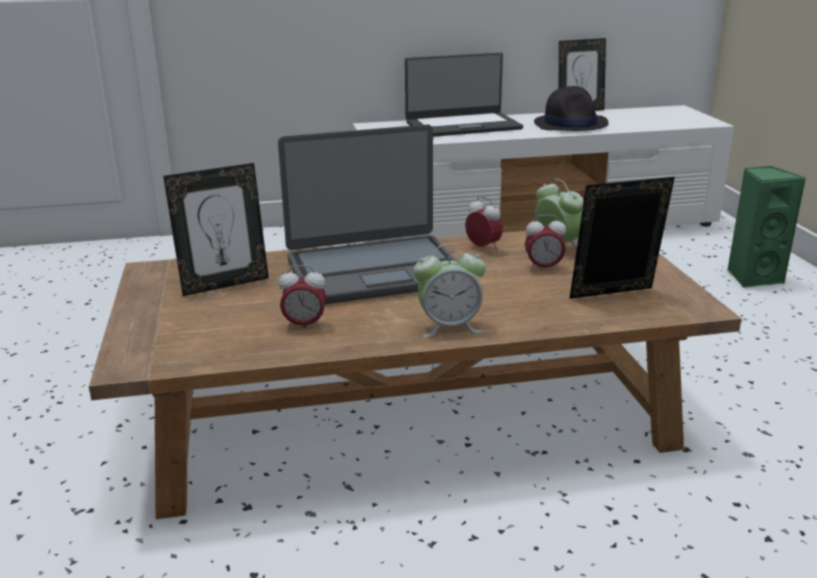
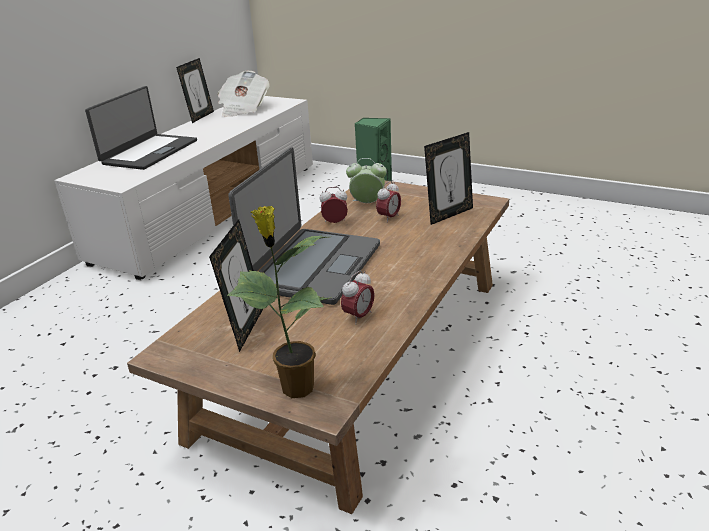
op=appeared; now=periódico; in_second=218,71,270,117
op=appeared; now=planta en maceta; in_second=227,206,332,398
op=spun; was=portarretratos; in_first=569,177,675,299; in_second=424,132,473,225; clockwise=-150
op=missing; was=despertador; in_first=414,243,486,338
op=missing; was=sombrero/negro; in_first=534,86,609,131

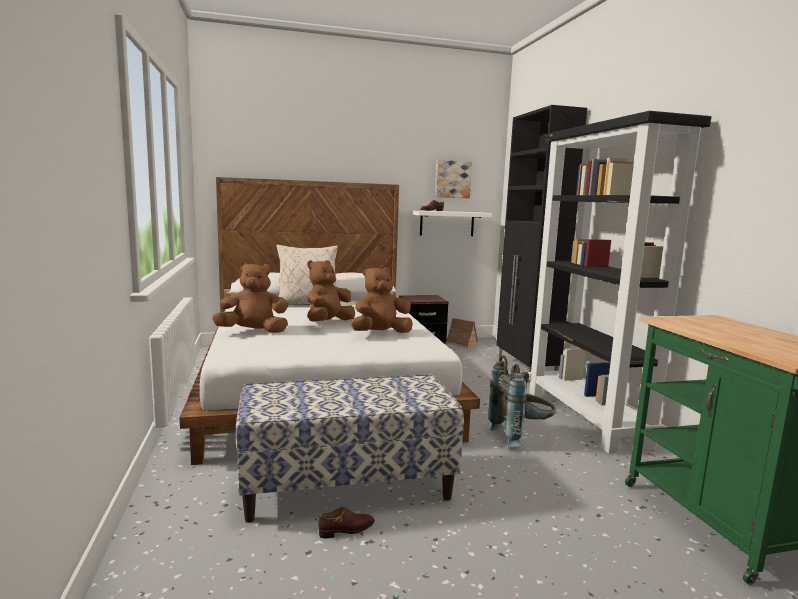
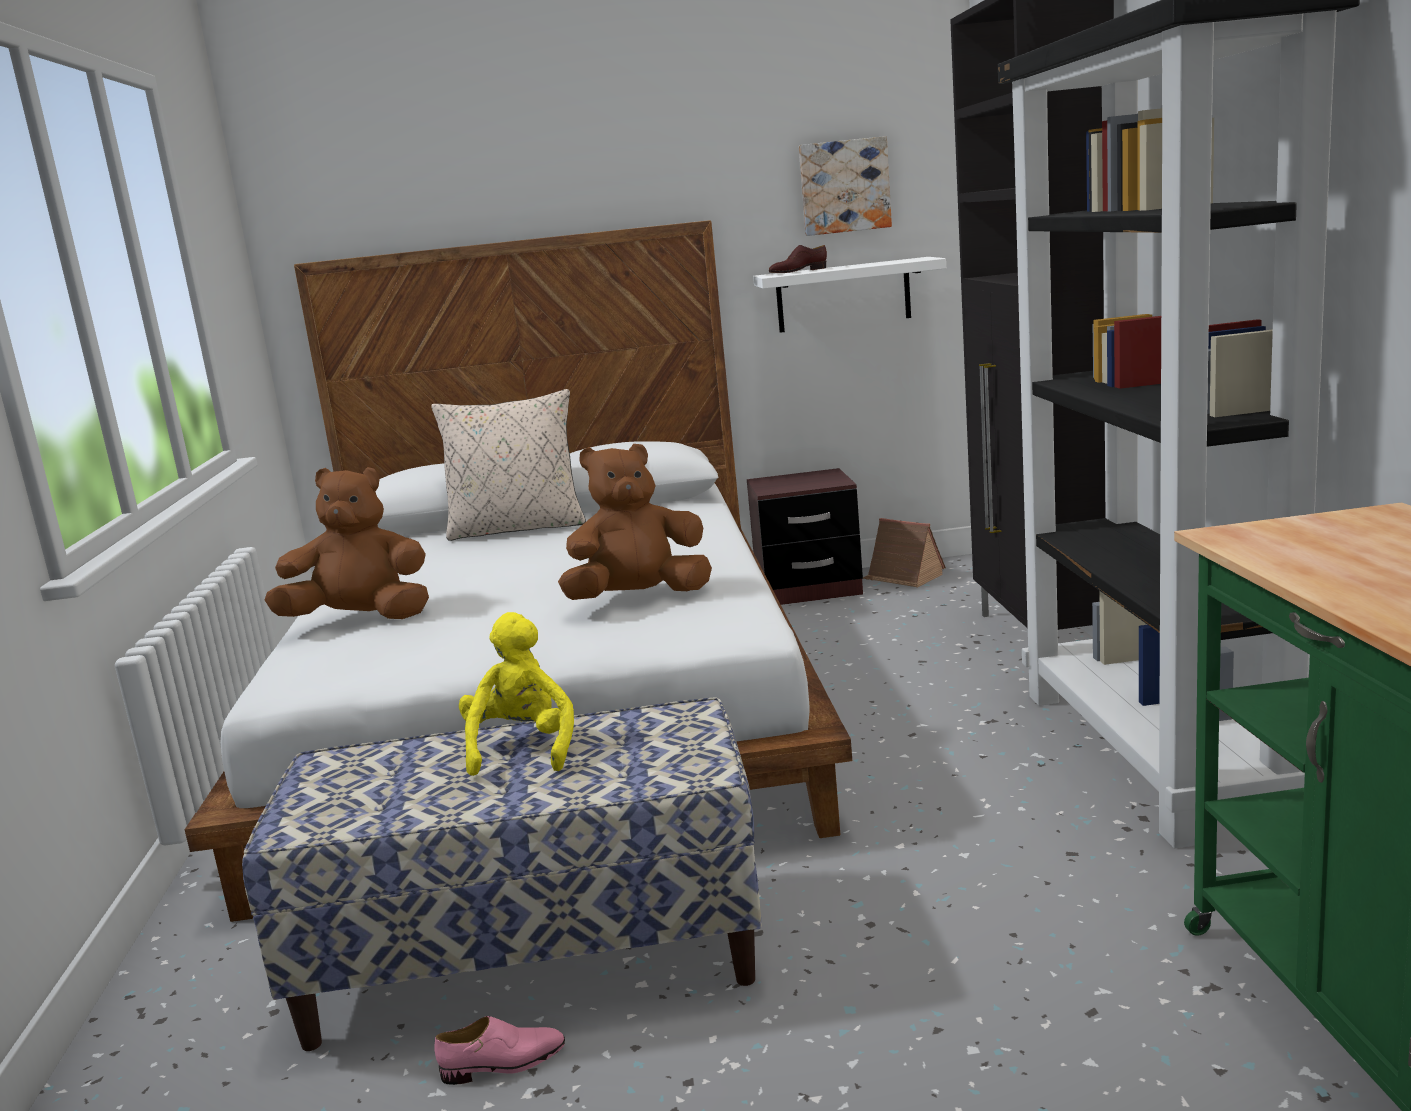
op=colour; was=zapato/marrón; now=zapato/rosa; in_first=318,507,375,538; in_second=435,1016,565,1085
op=appeared; now=peluche/amarillo; in_second=459,612,574,776
op=missing; was=peluche/marrón; in_first=307,260,355,322
op=missing; was=mochila/gris; in_first=488,355,556,447

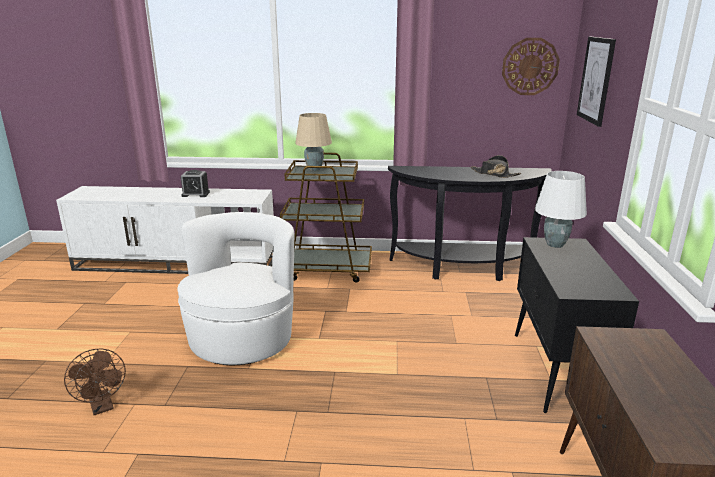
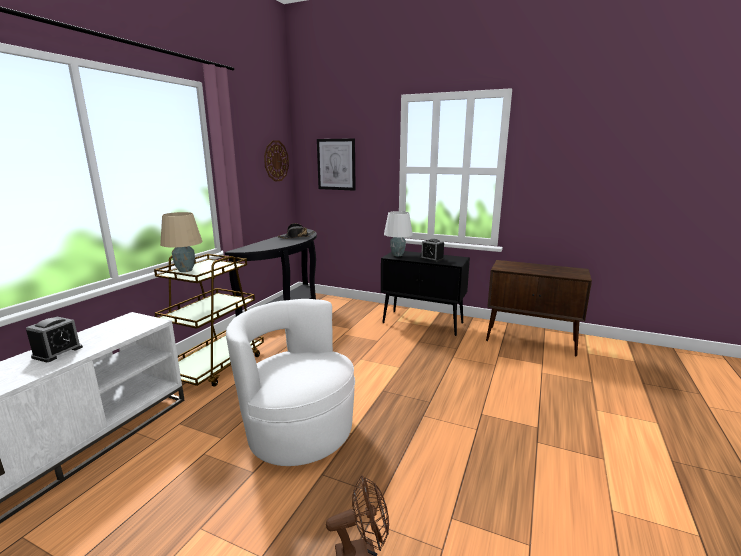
op=appeared; now=despertador; in_second=420,239,444,262

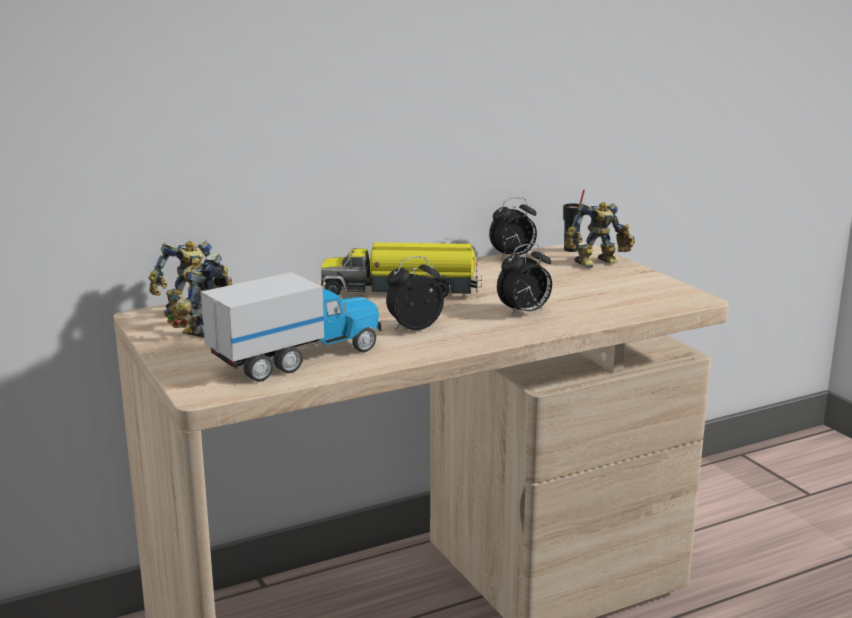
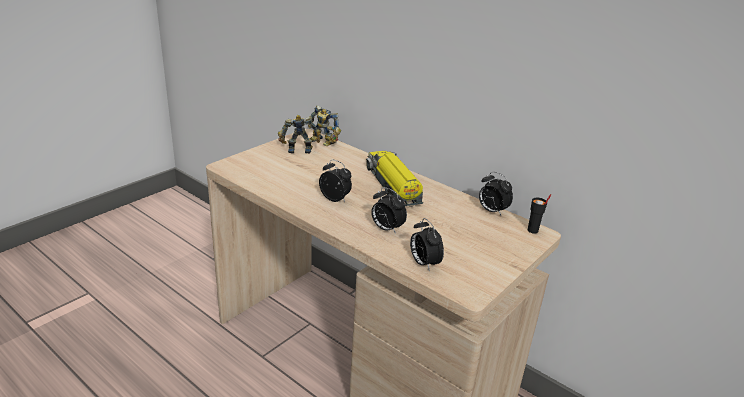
op=appeared; now=despertador; in_second=410,218,444,272
op=missing; was=camión de juguete; in_first=201,272,381,382
op=missing; was=robot de juguete; in_first=565,202,635,268

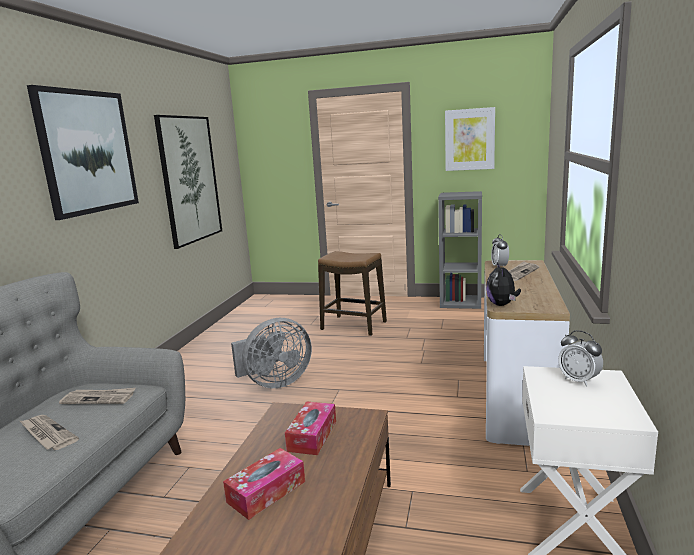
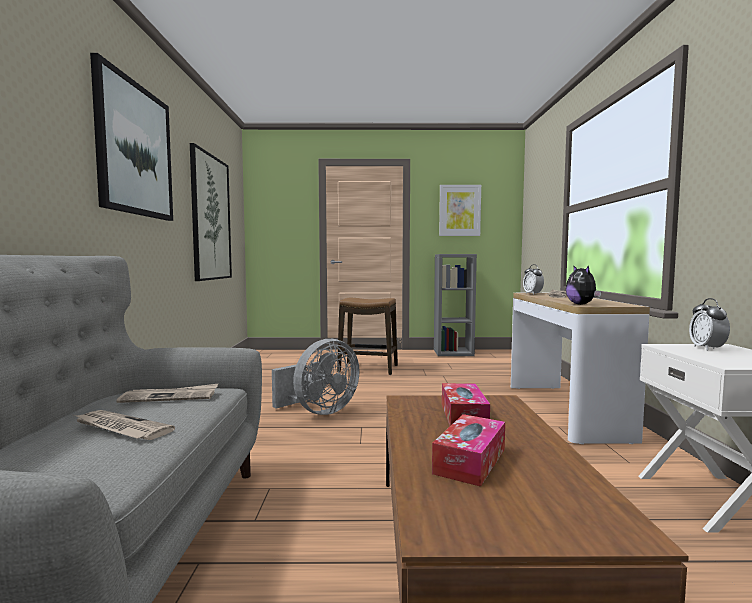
op=spun; was=despertador; in_first=558,330,603,386; in_second=689,298,730,351; clockwise=60

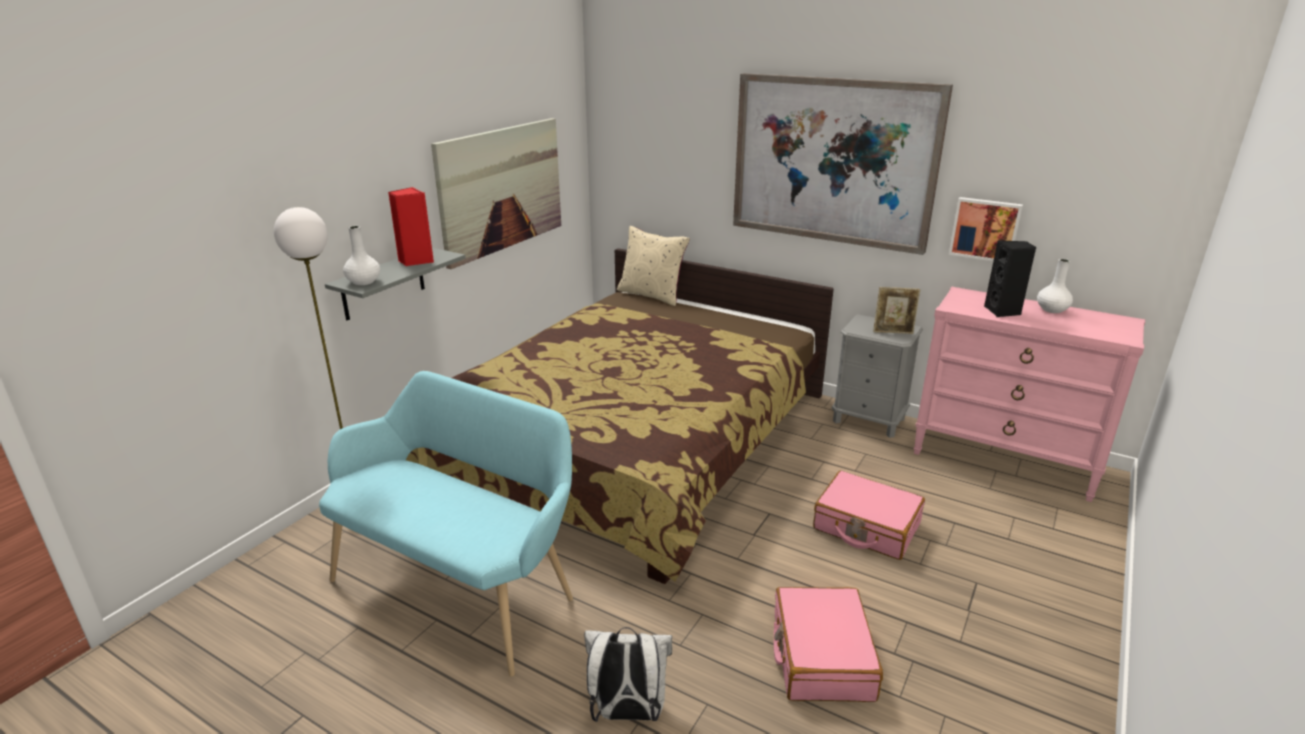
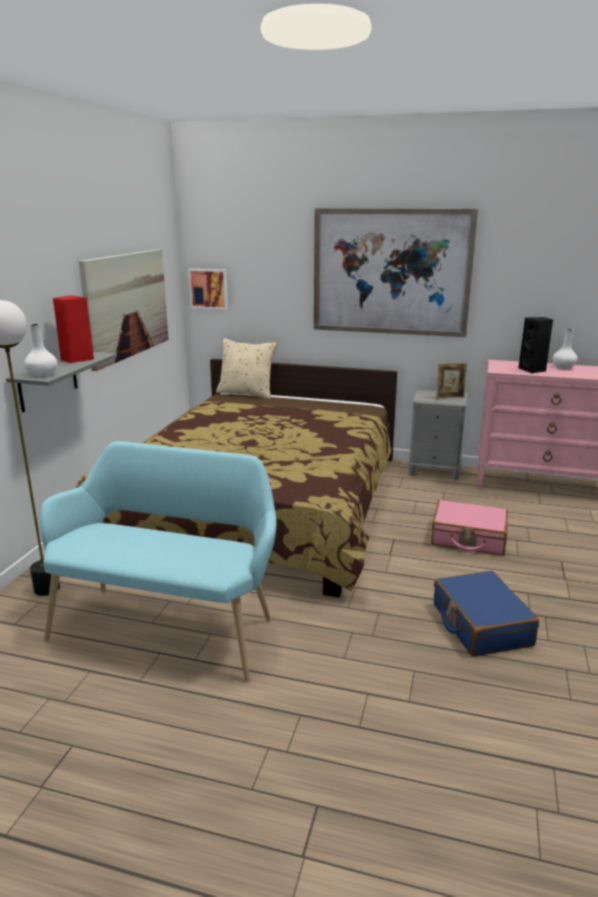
op=relocated; was=cuadro; in_first=949,197,1023,261; in_second=188,269,228,310
op=colour; was=maleta/rosa; now=maleta/azul; in_first=774,587,883,702; in_second=434,571,539,657
op=missing; was=mochila/blanco; in_first=584,627,672,722

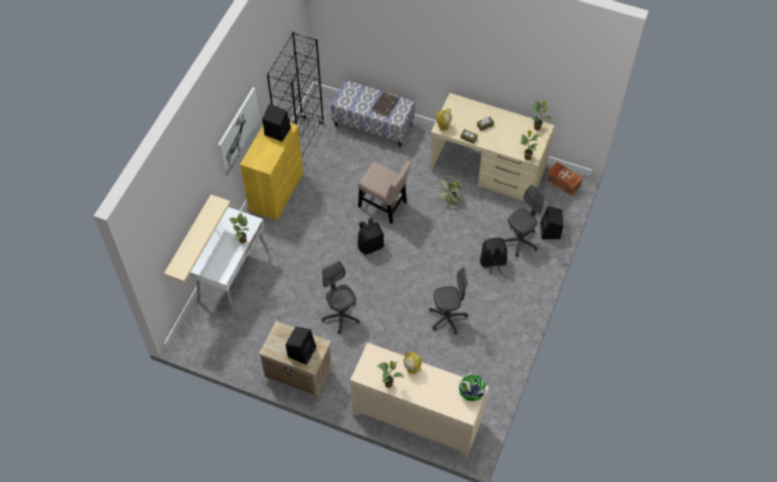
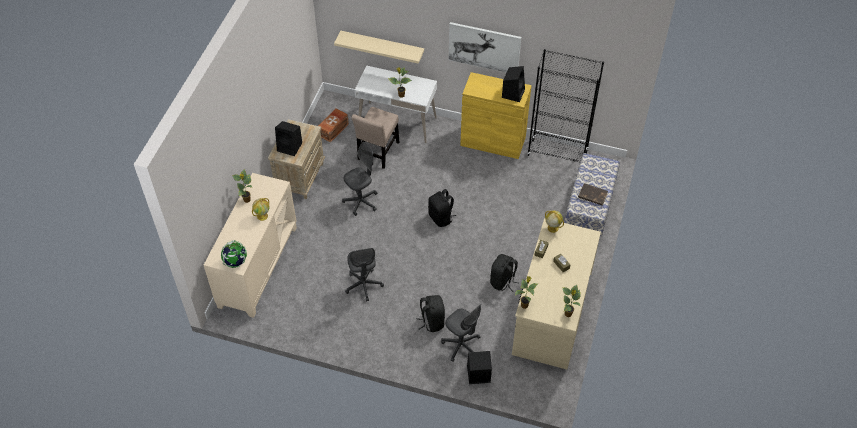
op=relocated; was=caja de almacenaje/marrón; in_first=546,162,583,197; in_second=318,108,349,143
op=relocated; was=silla/beis; in_first=358,161,411,224; in_second=351,107,399,169
op=exchanged; was=ventilador/verde; now=mochila/negro; in_first=436,176,465,206; in_second=490,254,519,292

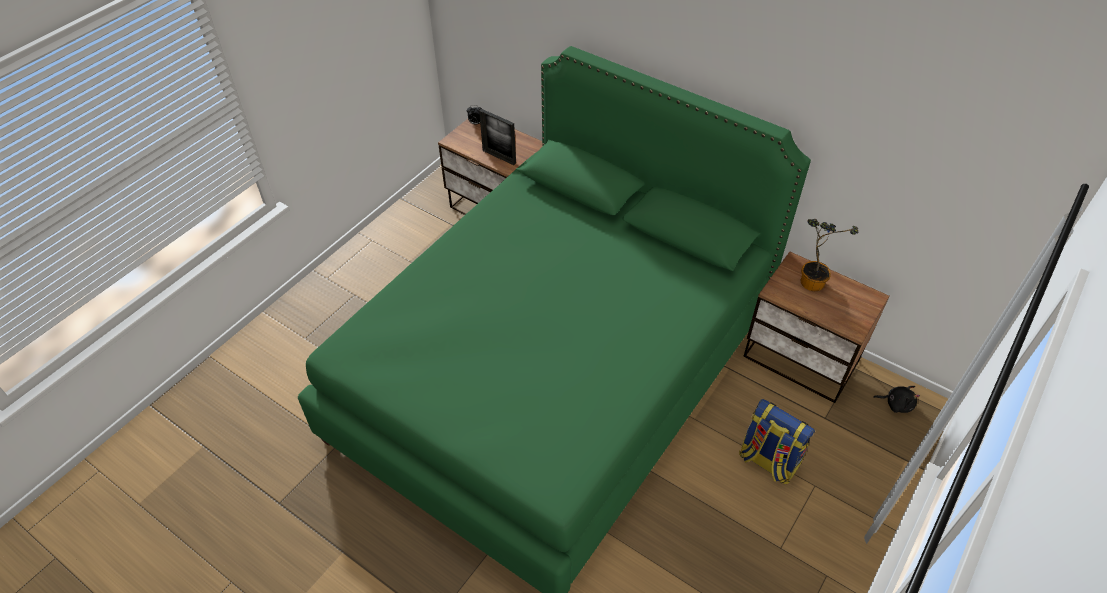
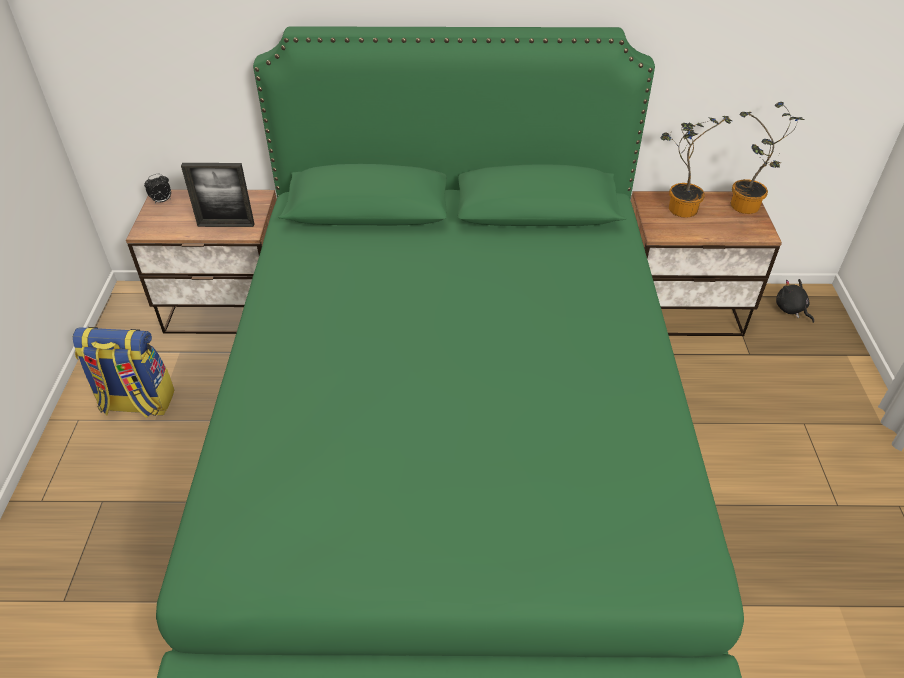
op=relocated; was=mochila; in_first=739,399,815,484; in_second=73,327,174,418
op=appeared; now=planta en maceta; in_second=730,102,805,214
op=spun; was=peluche/negro; in_first=873,386,920,413; in_second=776,279,814,323; clockwise=-105

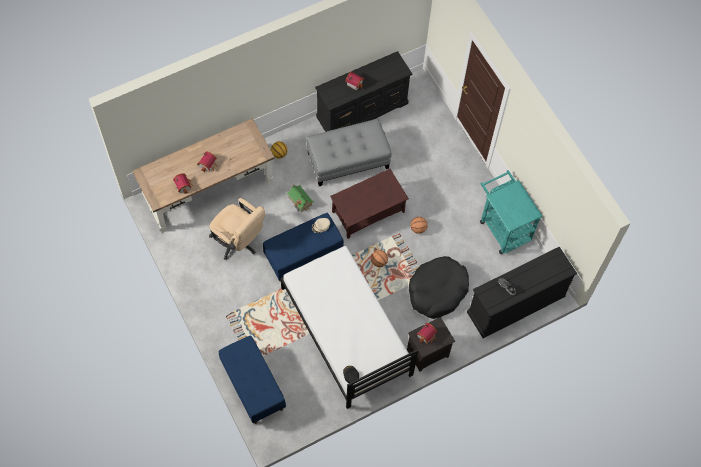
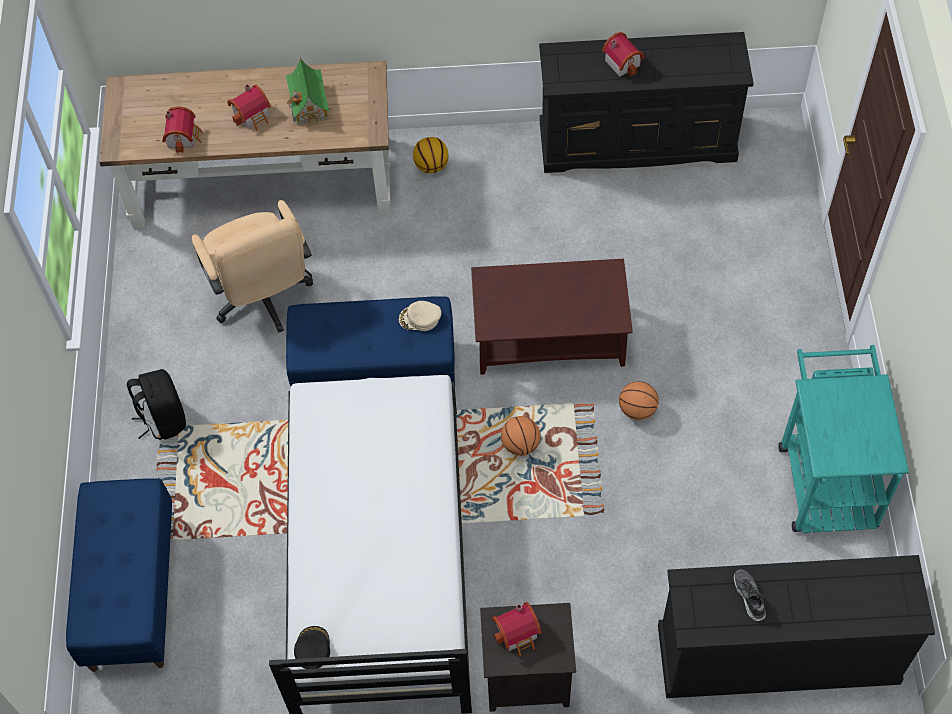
op=appeared; now=mochila/negro; in_second=127,369,186,440
op=relocated; was=casita; in_first=287,184,314,212; in_second=286,57,331,125
op=missing; was=puf/gris; in_first=306,119,392,186
op=missing; was=cama para perro/negro; in_first=409,256,469,319

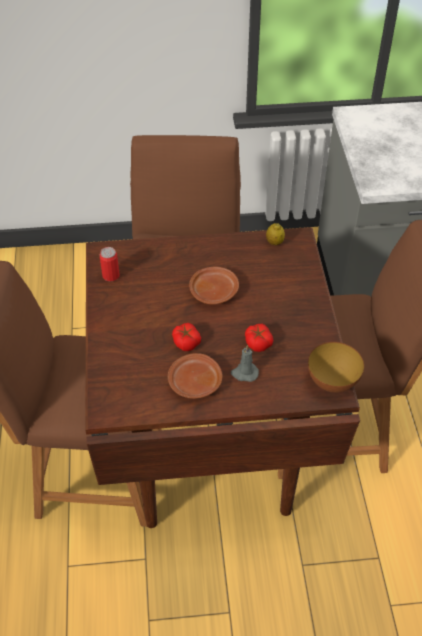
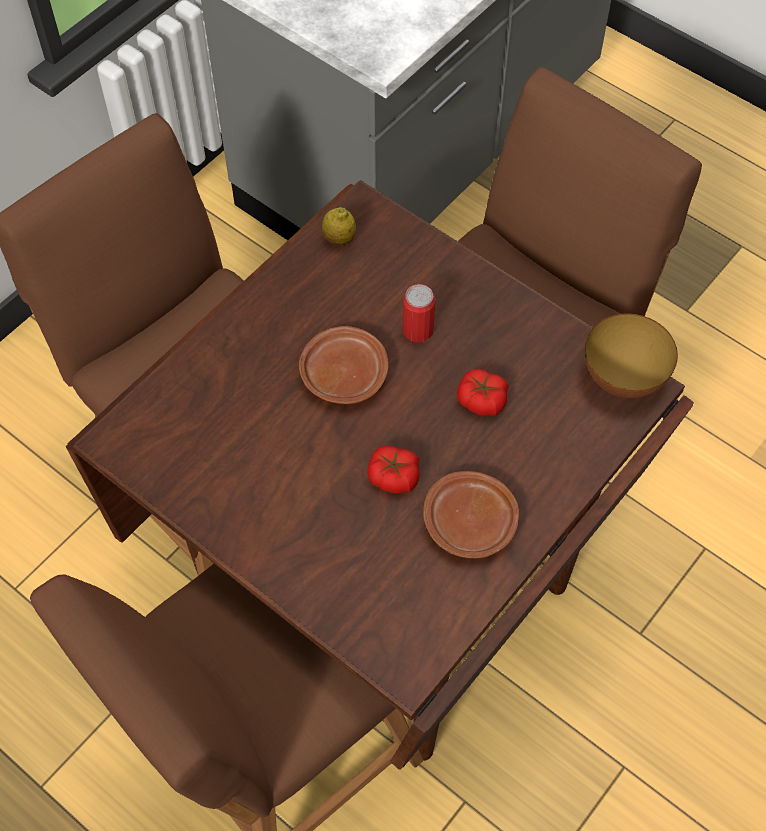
op=relocated; was=lata; in_first=100,247,120,281; in_second=403,284,435,342
op=missing; was=vela/gris; in_first=231,345,259,382

